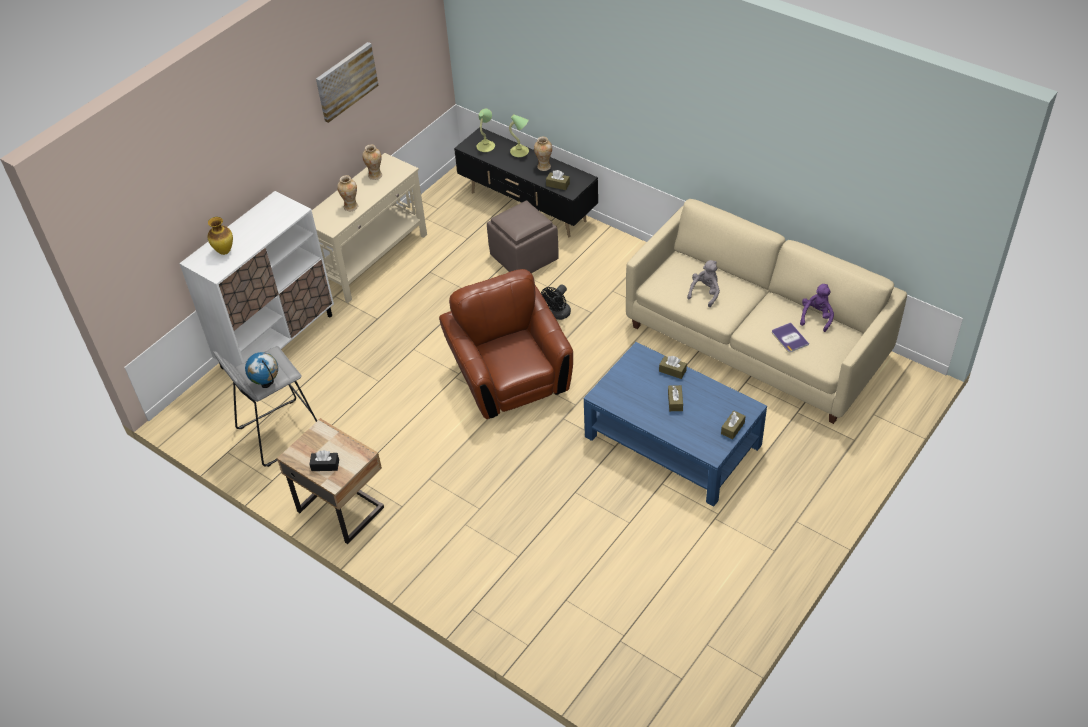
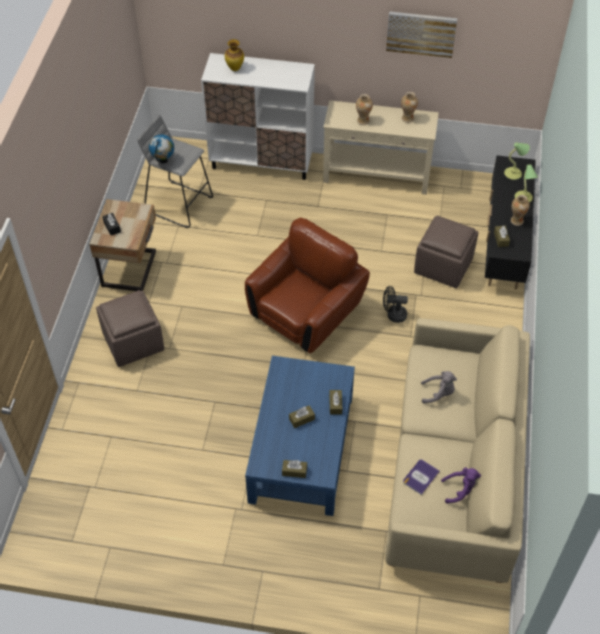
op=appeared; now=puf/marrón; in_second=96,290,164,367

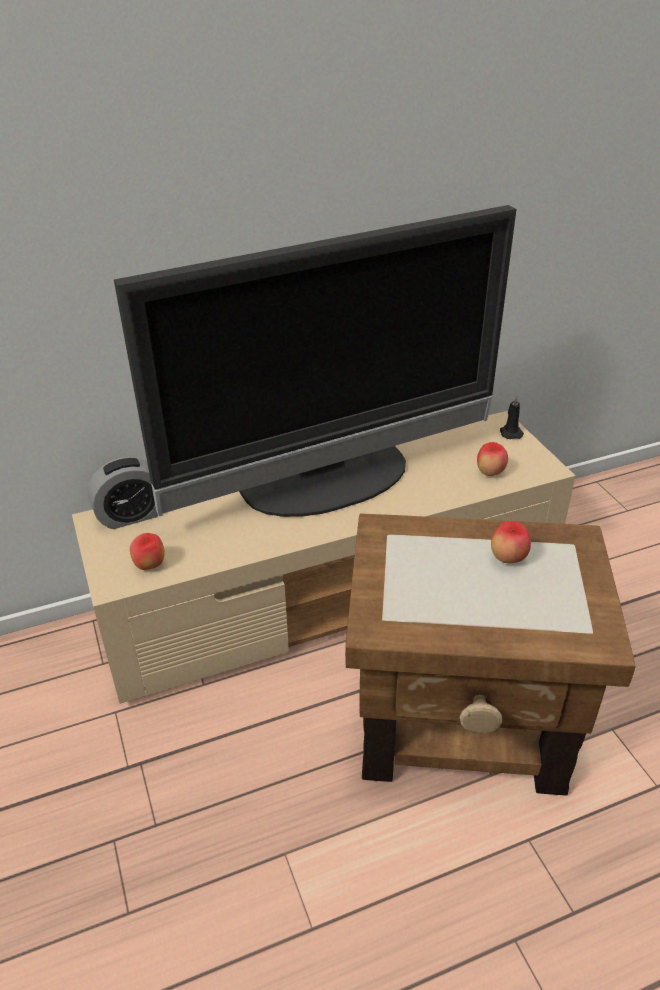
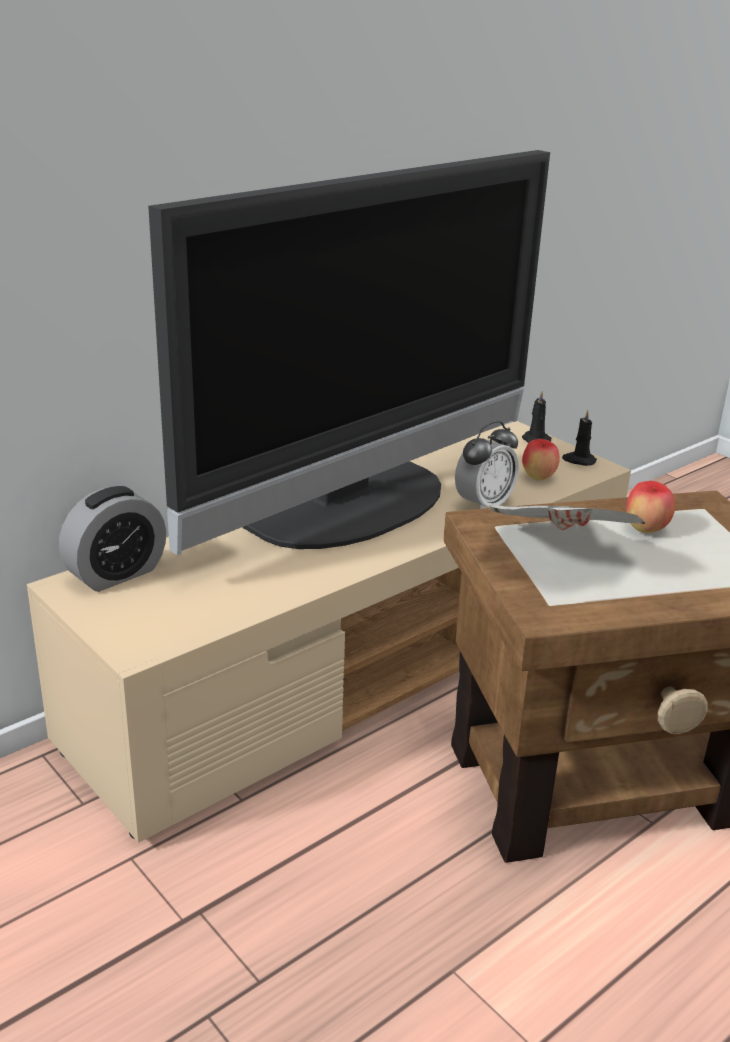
op=appeared; now=despertador; in_second=455,421,519,509
op=appeared; now=periódico; in_second=486,505,646,530
op=appeared; now=vela/negro; in_second=562,409,597,466
op=missing; was=manzana; in_first=130,533,165,570

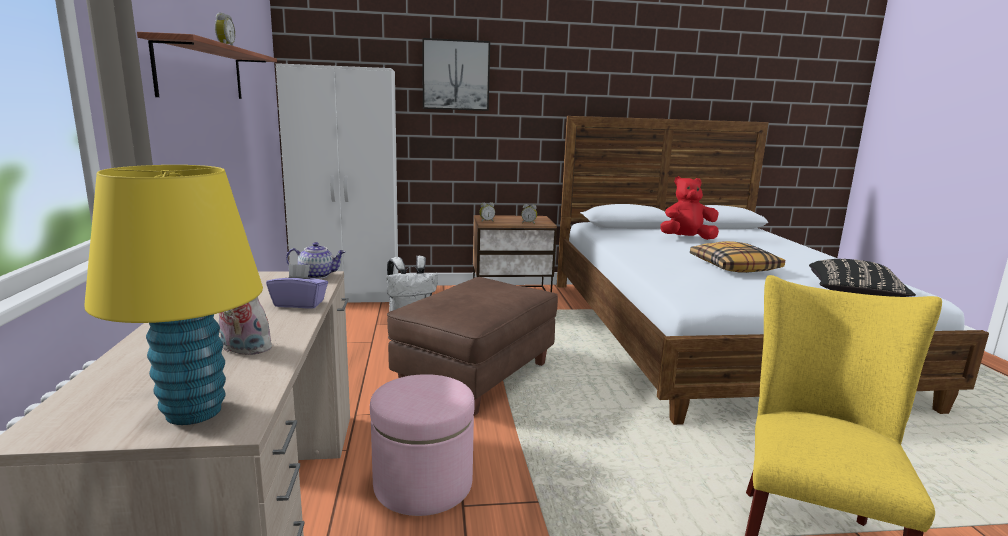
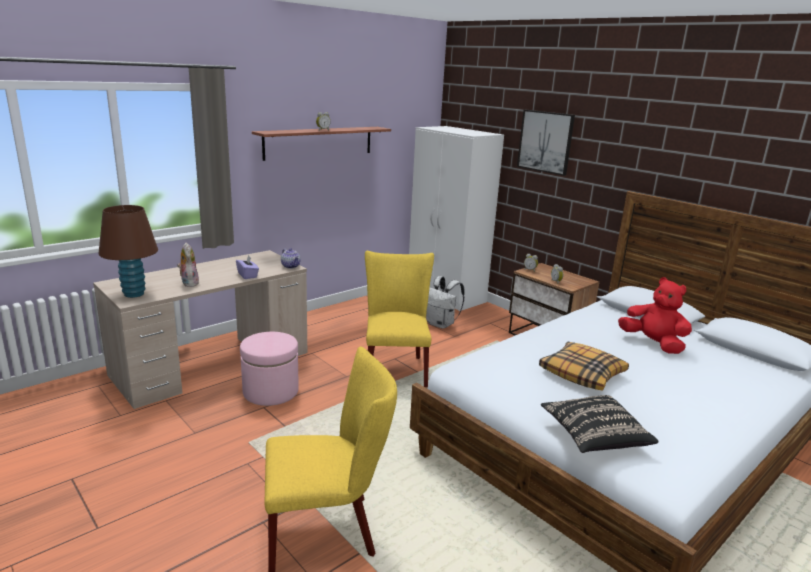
op=colour; was=lámpara de mesa/amarillo; now=lámpara de mesa/marrón; in_first=84,165,263,425; in_second=99,205,158,298
op=exchanged; was=puf/marrón; now=silla/amarillo; in_first=387,277,558,416; in_second=365,251,434,387

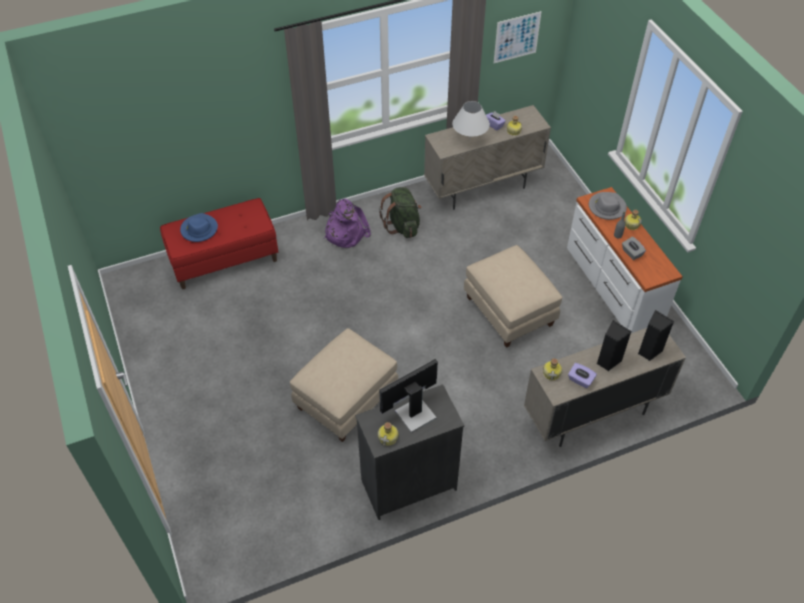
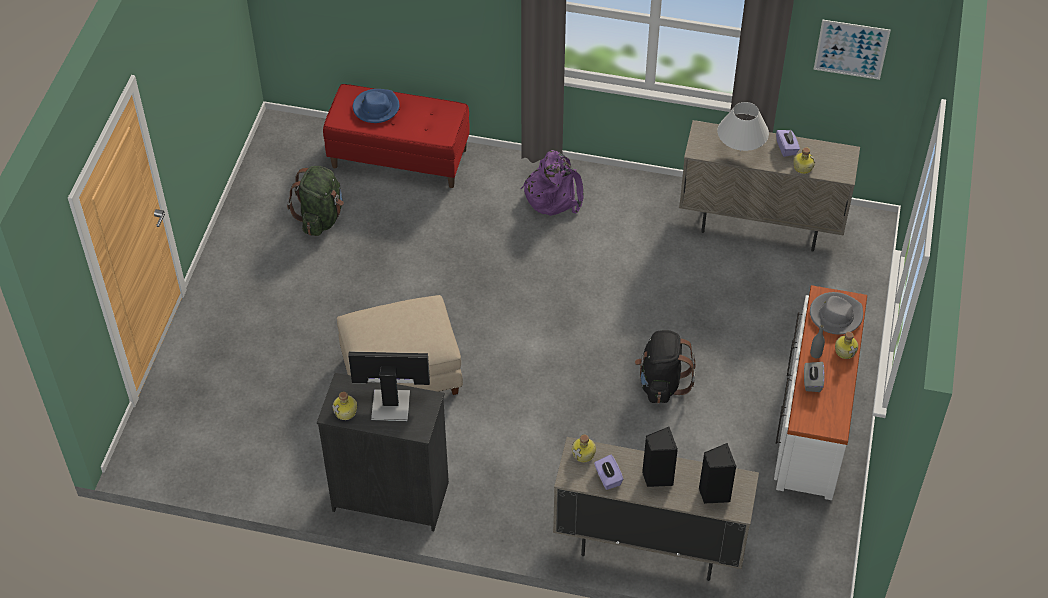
op=relocated; was=mochila/verde; in_first=379,187,422,238; in_second=287,166,344,236
op=exchanged; was=puf/beis; now=mochila/negro; in_first=464,245,562,348; in_second=635,330,695,403

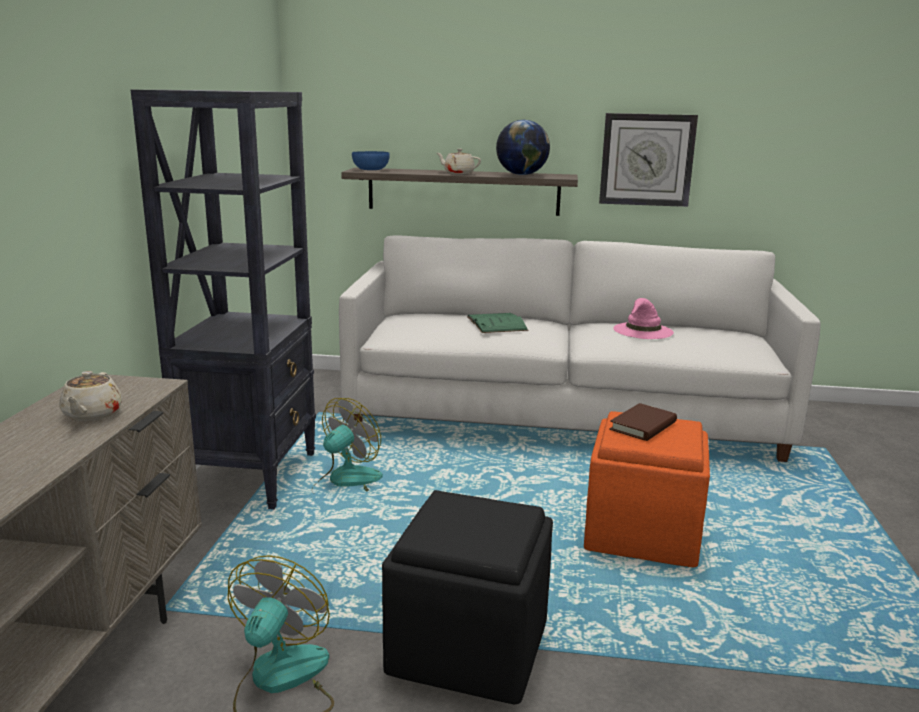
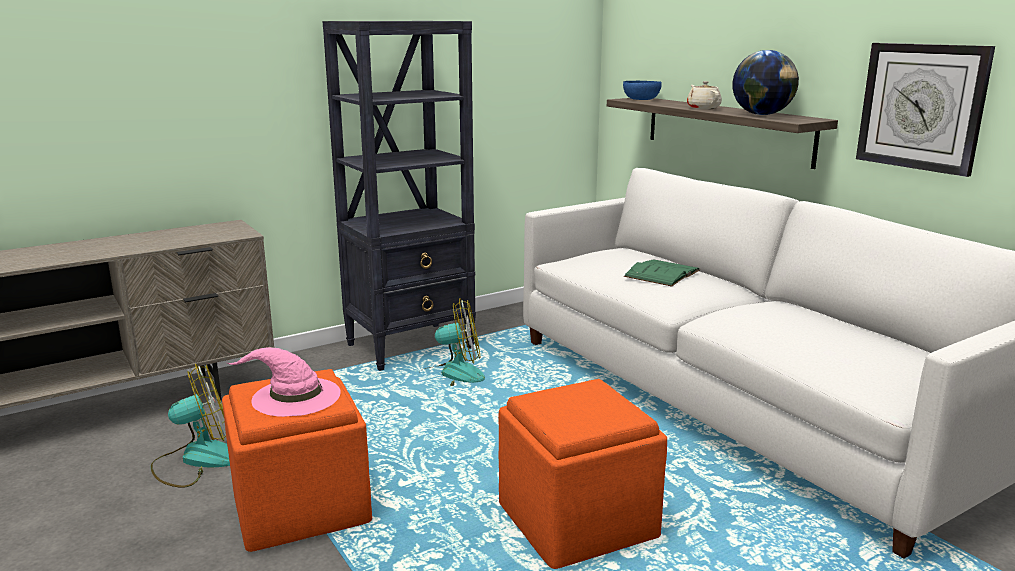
op=colour; was=puf/negro; now=puf/naranja; in_first=382,490,553,704; in_second=222,369,372,552
op=relocated; was=sombrero/rosa; in_first=613,298,674,339; in_second=227,347,341,417
op=missing; was=tetera/beis; in_first=59,371,122,421
op=missing; was=libro/marrón; in_first=609,403,677,441

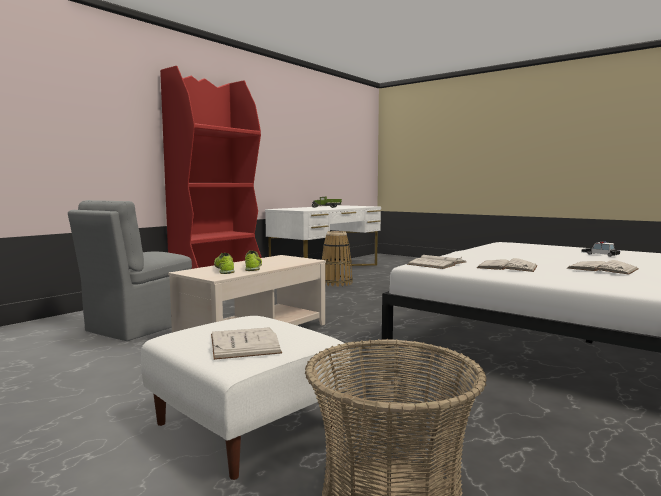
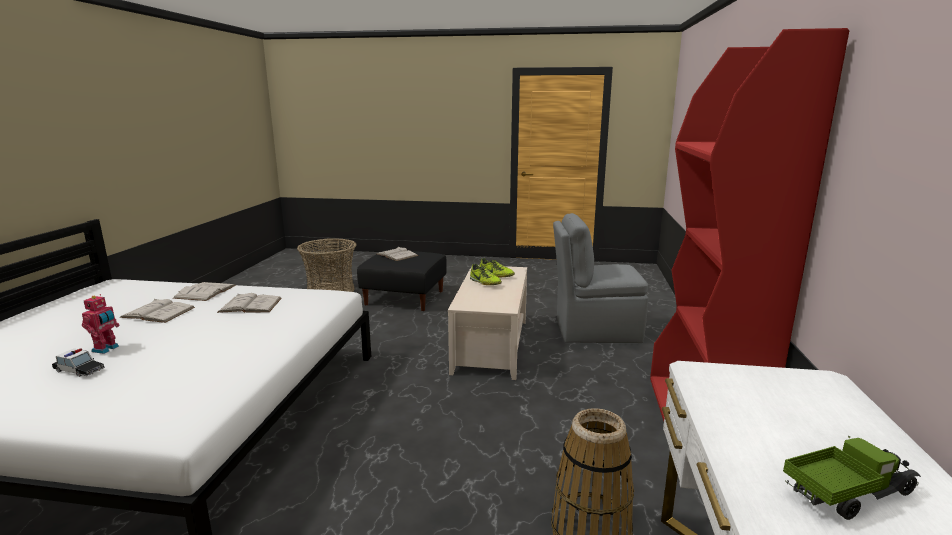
op=appeared; now=robot de juguete; in_second=82,294,120,354
op=relocated; was=libro/blanco; in_first=407,255,466,269; in_second=173,282,236,301
op=colour; was=puf/blanco; now=puf/negro; in_first=141,316,350,480; in_second=357,250,447,311
op=spun; was=silla/gris; in_first=68,200,192,341; in_second=553,213,648,343; clockwise=-90

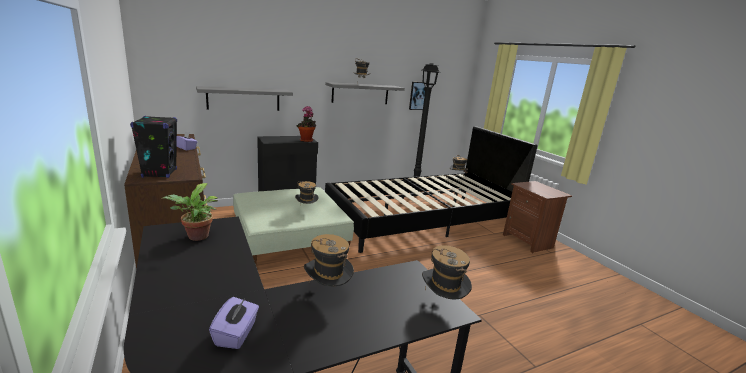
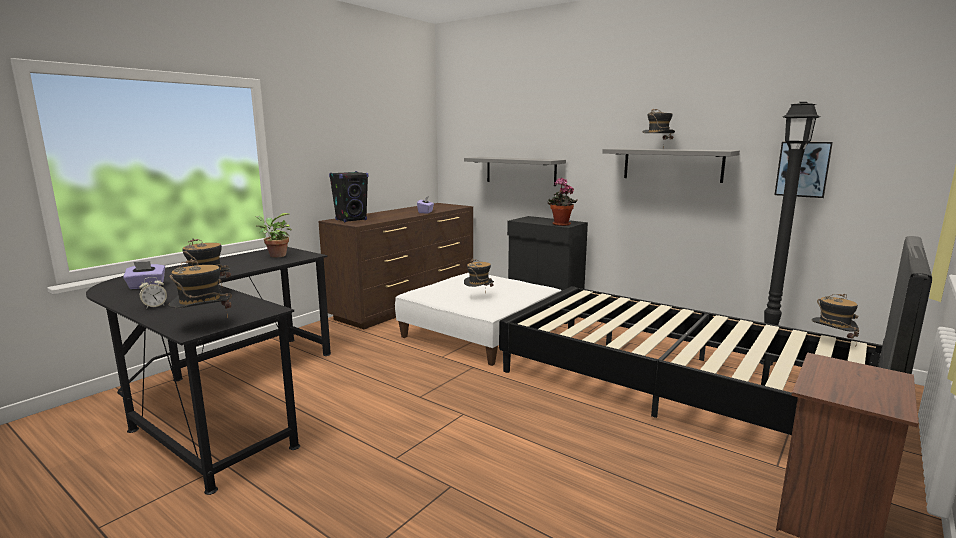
op=appeared; now=despertador; in_second=139,277,167,309
op=colour; was=puf/verde; now=puf/blanco; in_first=233,187,354,264; in_second=395,273,562,366

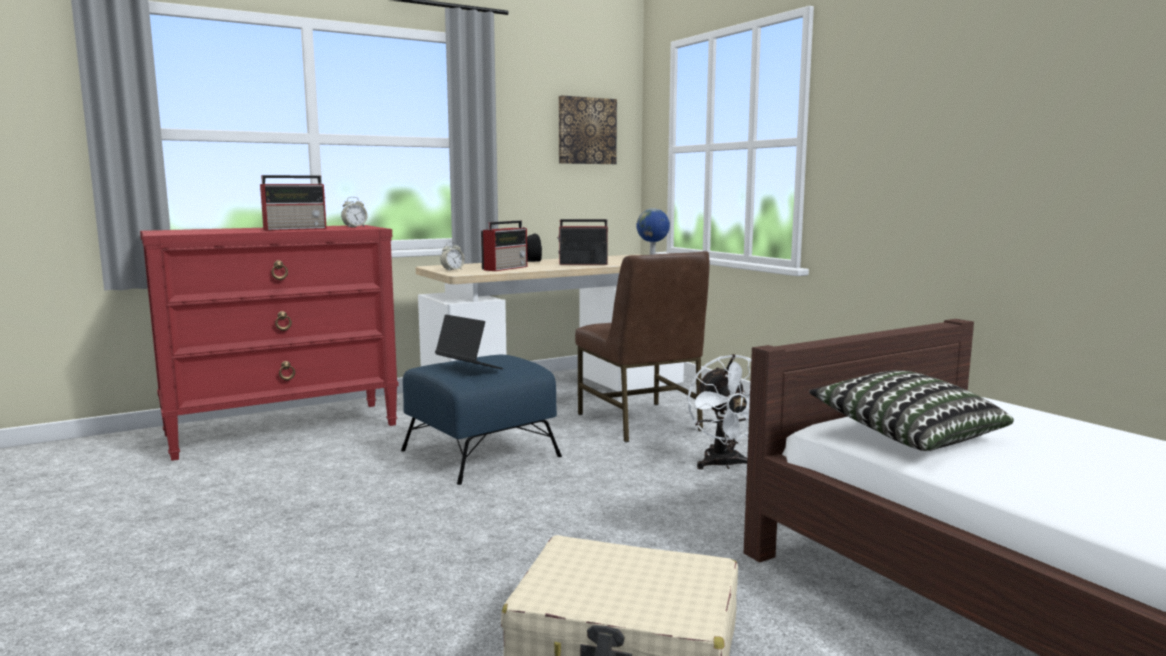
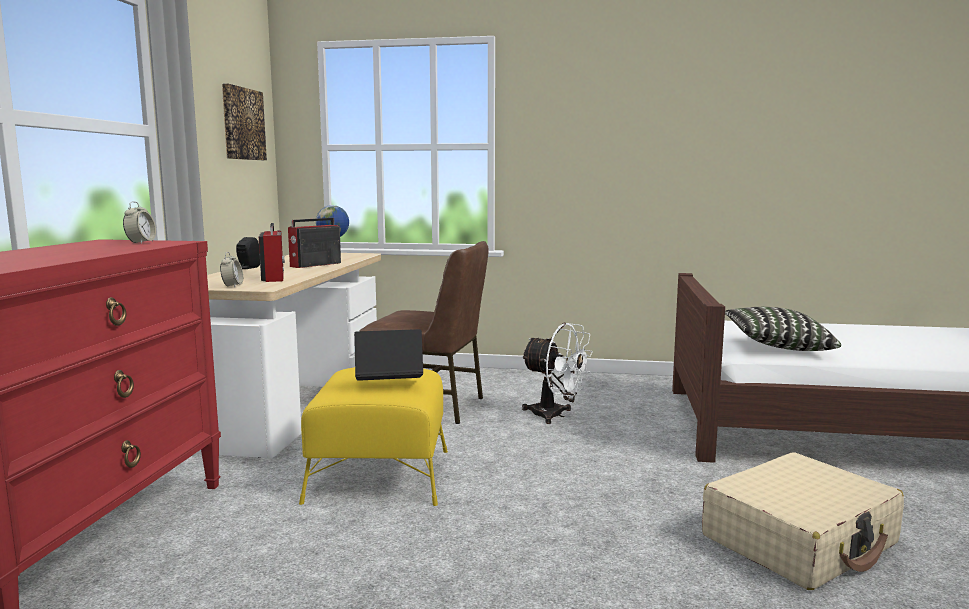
op=colour; was=puf/azul; now=puf/amarillo; in_first=401,355,562,485; in_second=299,367,448,506
op=missing; was=radio; in_first=260,175,327,231

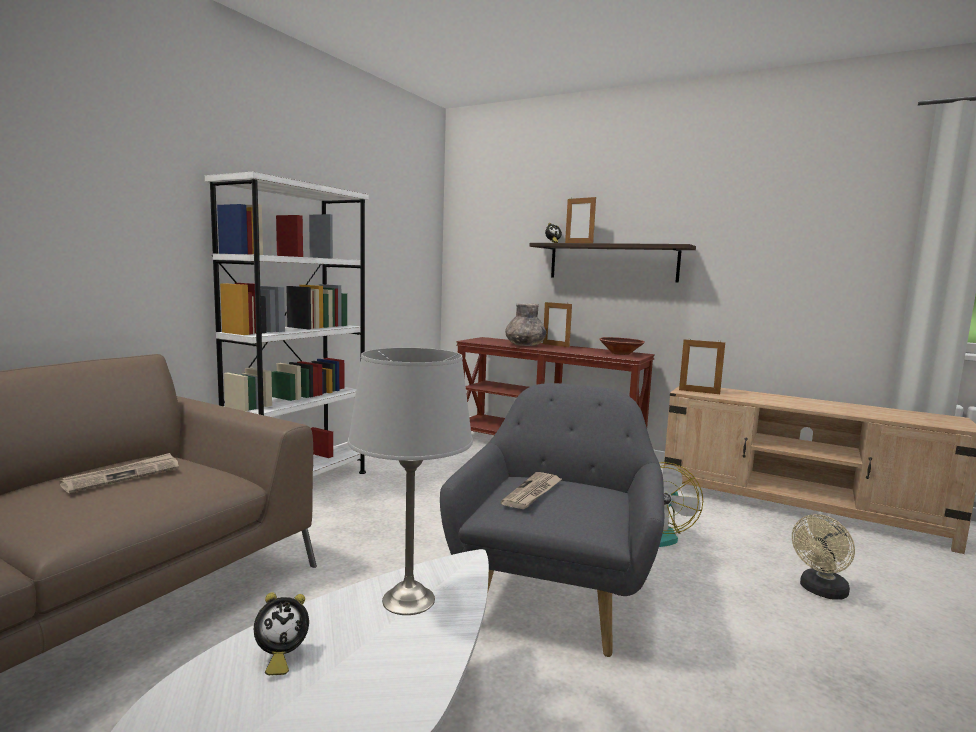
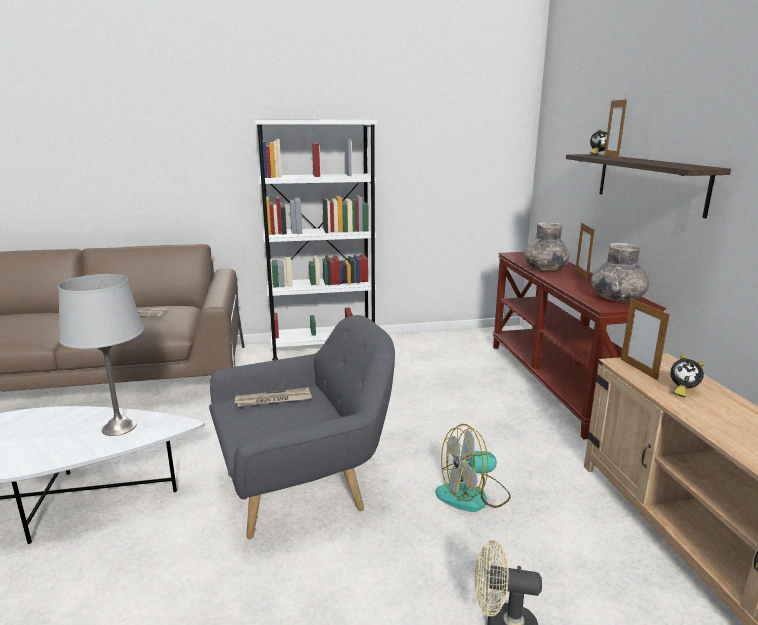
op=exchanged; was=cuenco/marrón; now=florero/gris; in_first=599,337,645,355; in_second=591,243,650,302
op=relocated; was=despertador; in_first=254,592,309,675; in_second=670,355,704,397

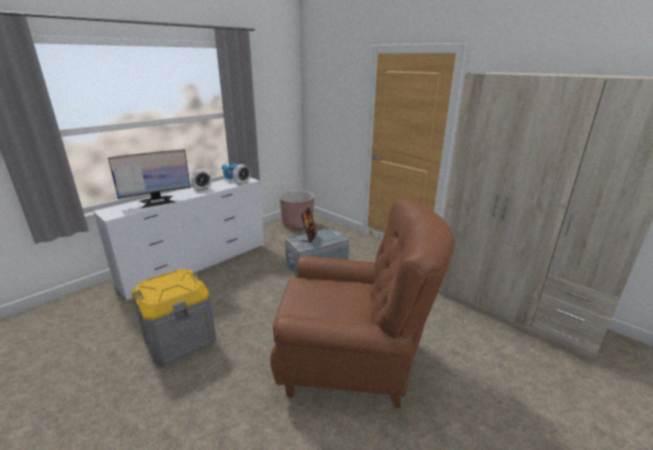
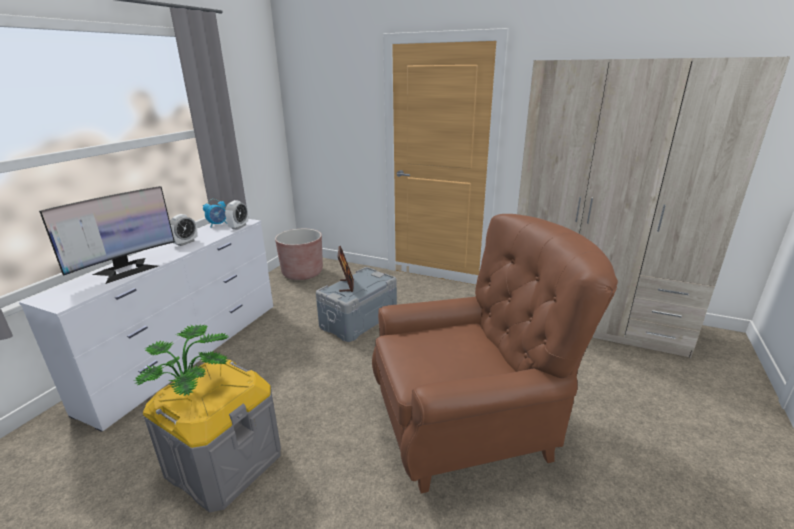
op=appeared; now=planta en maceta; in_second=135,325,229,397

